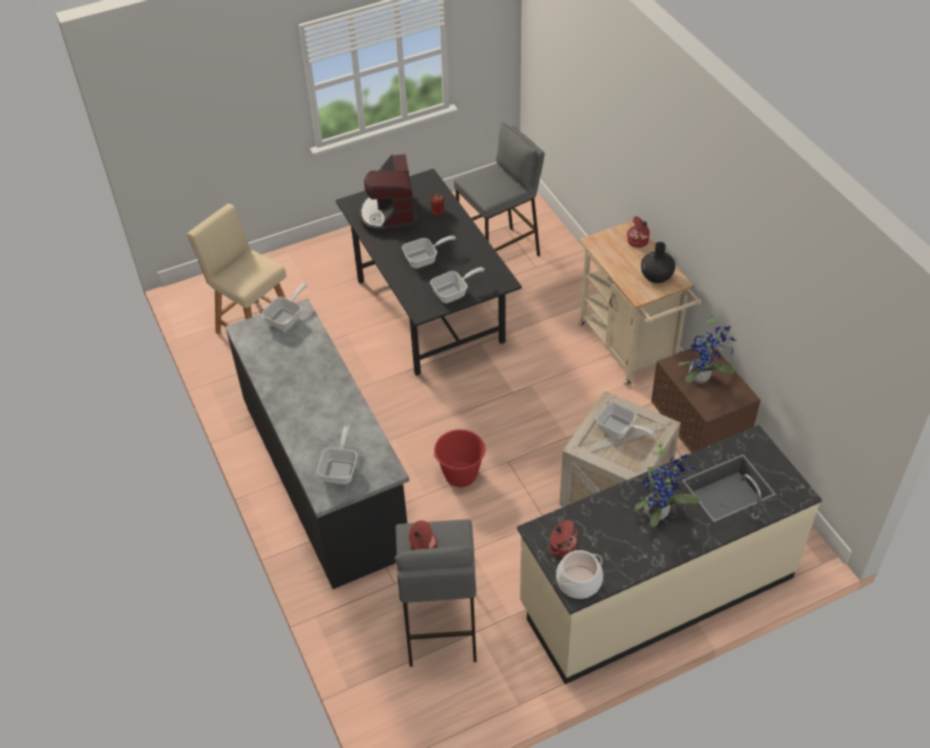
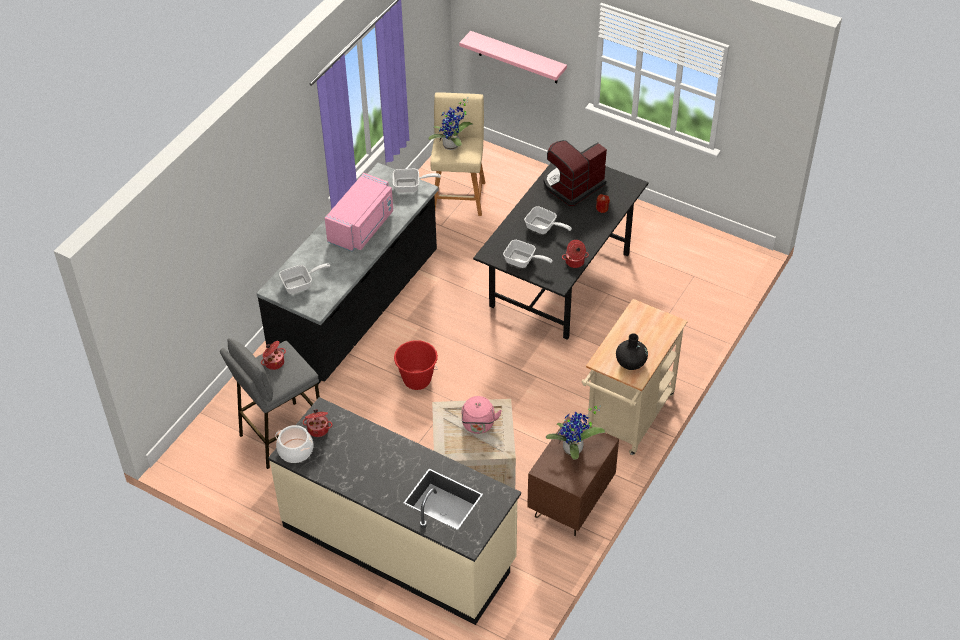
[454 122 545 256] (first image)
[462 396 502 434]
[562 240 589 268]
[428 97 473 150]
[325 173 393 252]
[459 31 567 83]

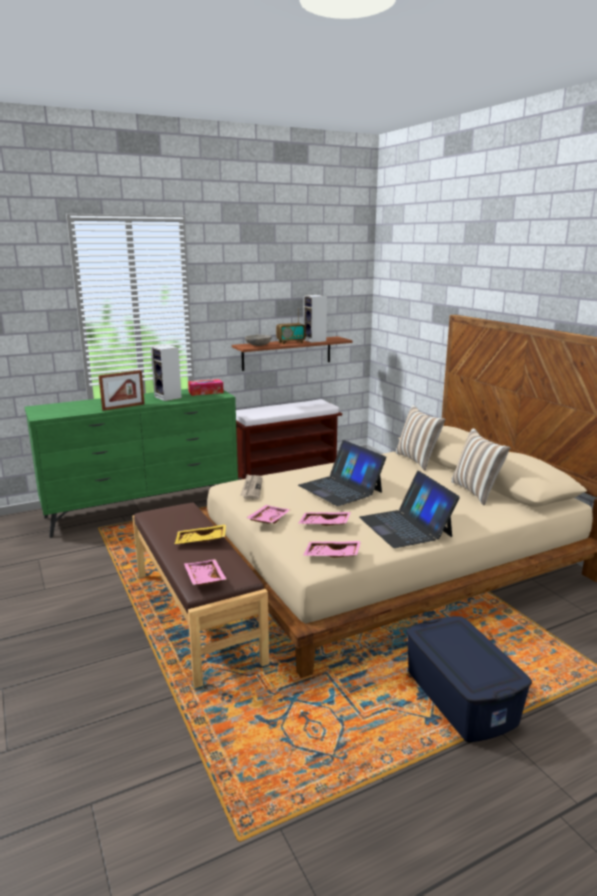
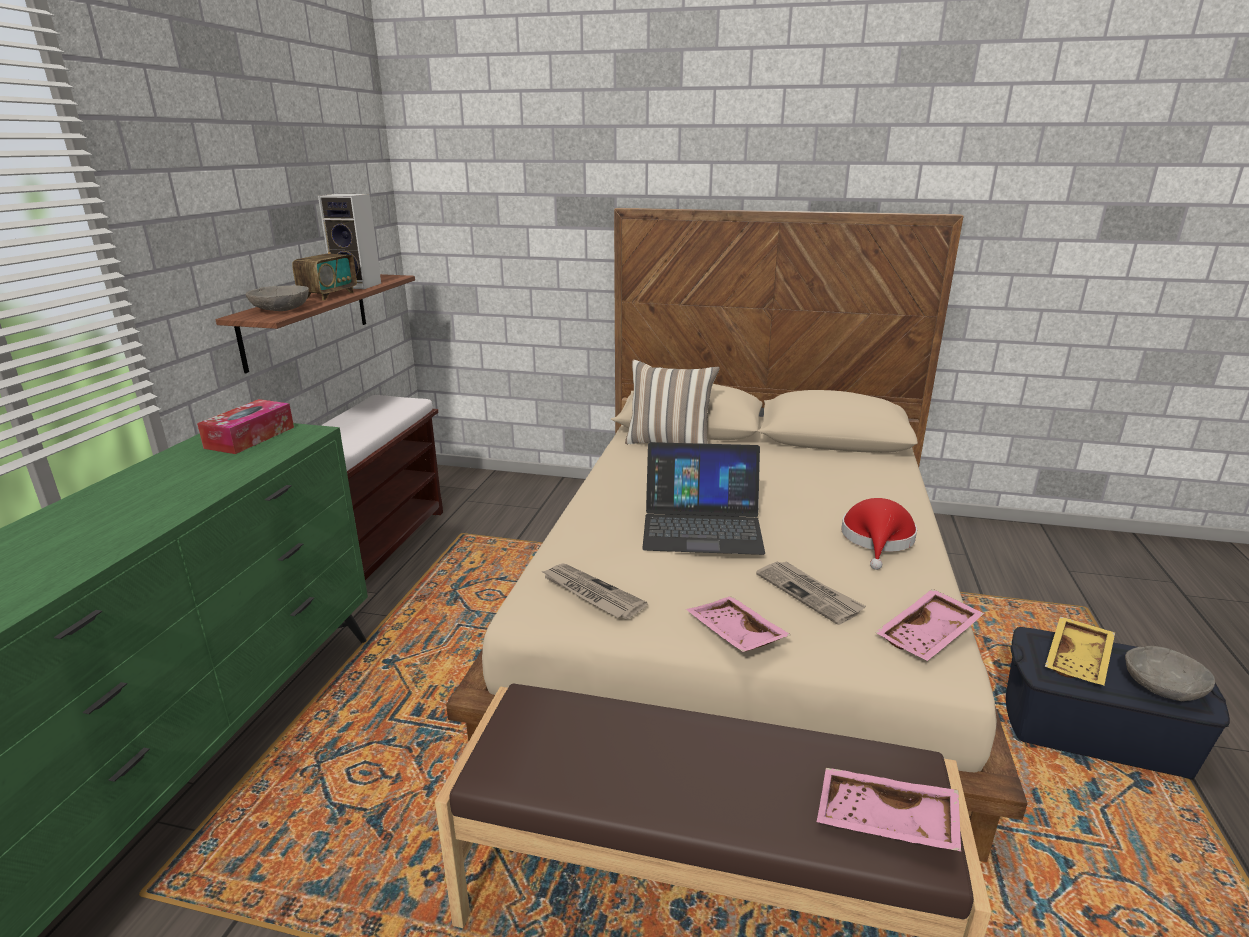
[99 370 145 411] (first image)
[151 345 182 401] (first image)
[1045 616 1115 685]
[756 561 866 625]
[841 498 917 570]
[451 428 510 505] (first image)
[1125 646 1215 701]

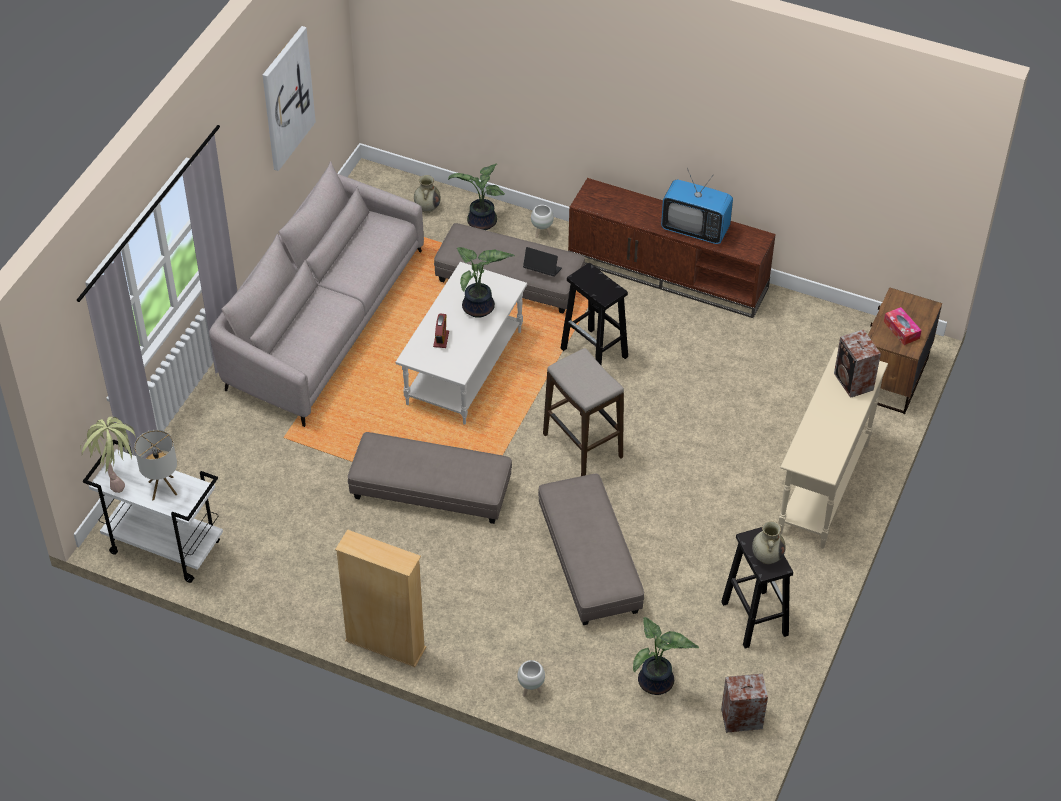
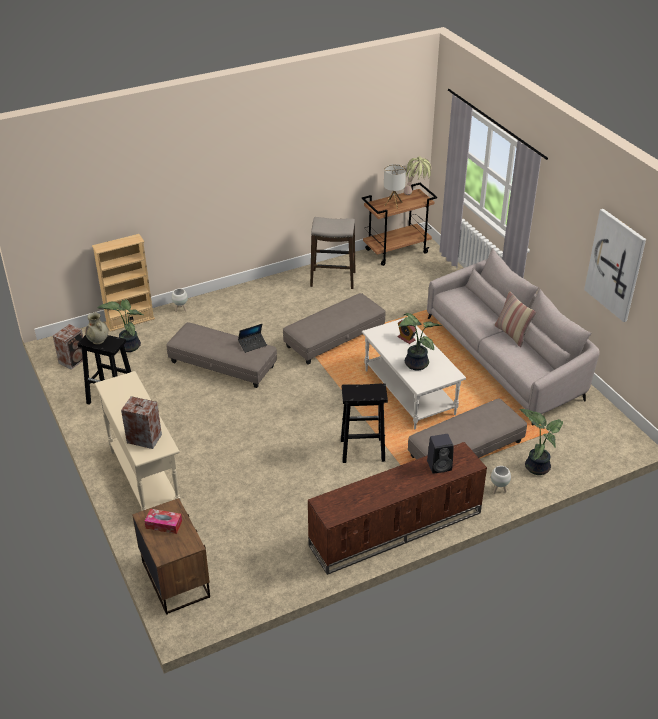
[362 183 437 266]
[92 234 155 332]
[414 175 441 213] (first image)
[238 324 267 353]
[310 217 356 289]
[661 168 733 244] (first image)
[427 434 454 474]
[494 291 536 347]

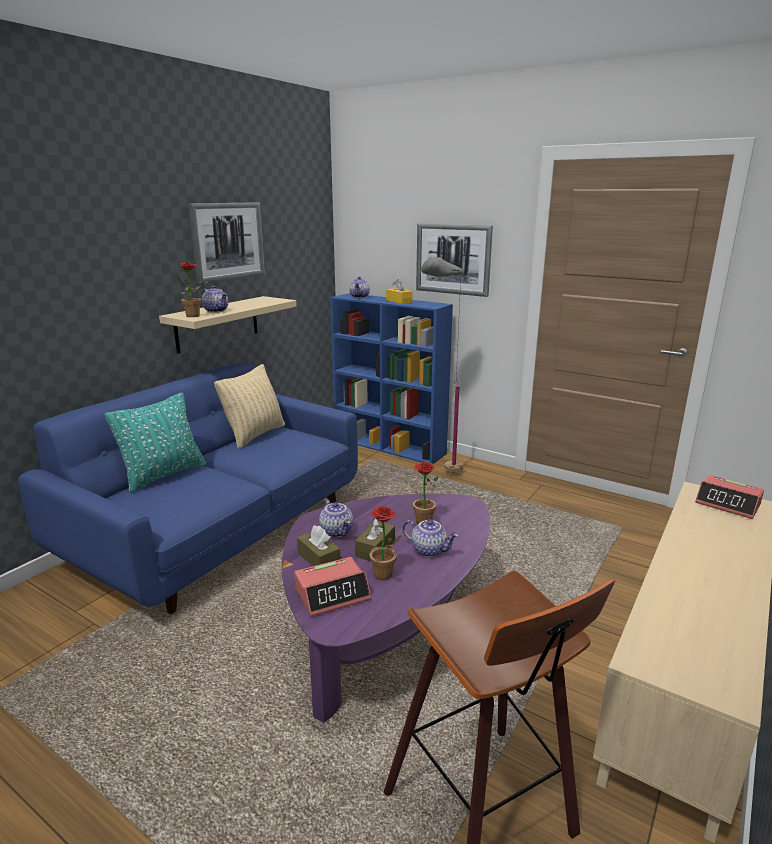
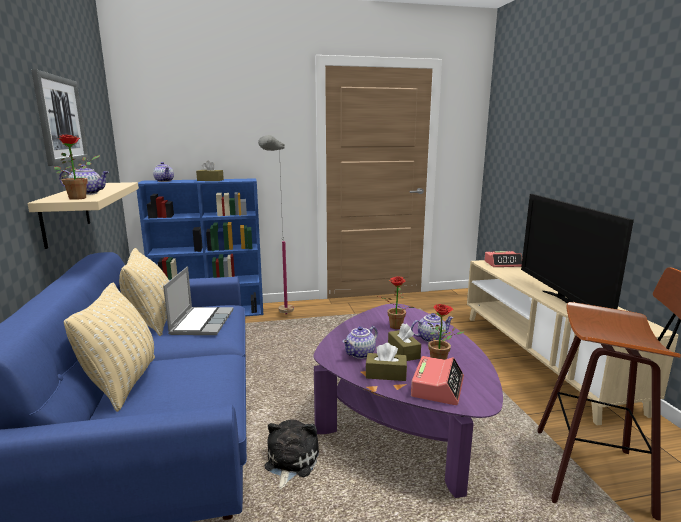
[64 282 155 412]
[342 326 378 359]
[196 160 224 181]
[416 223 493 297] (first image)
[163 266 234 335]
[264 420 319 489]
[521 194 634 309]

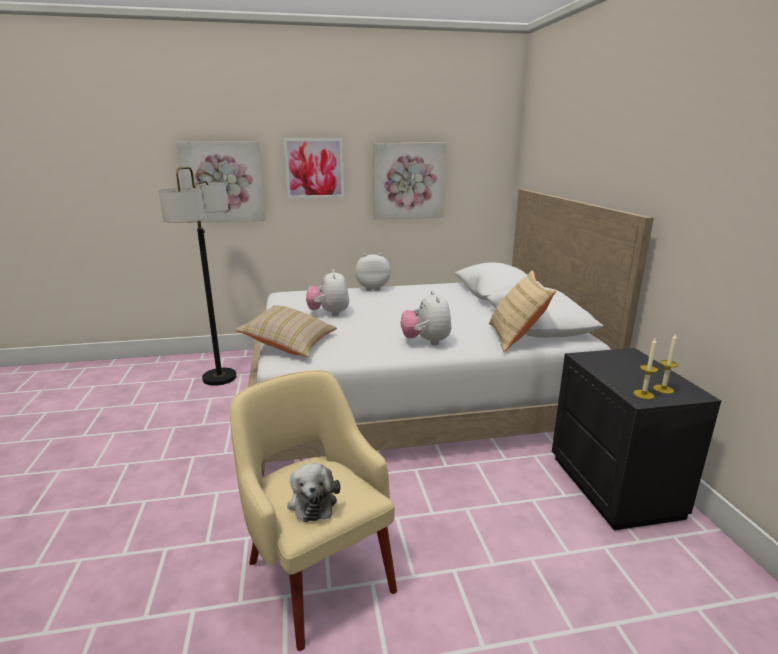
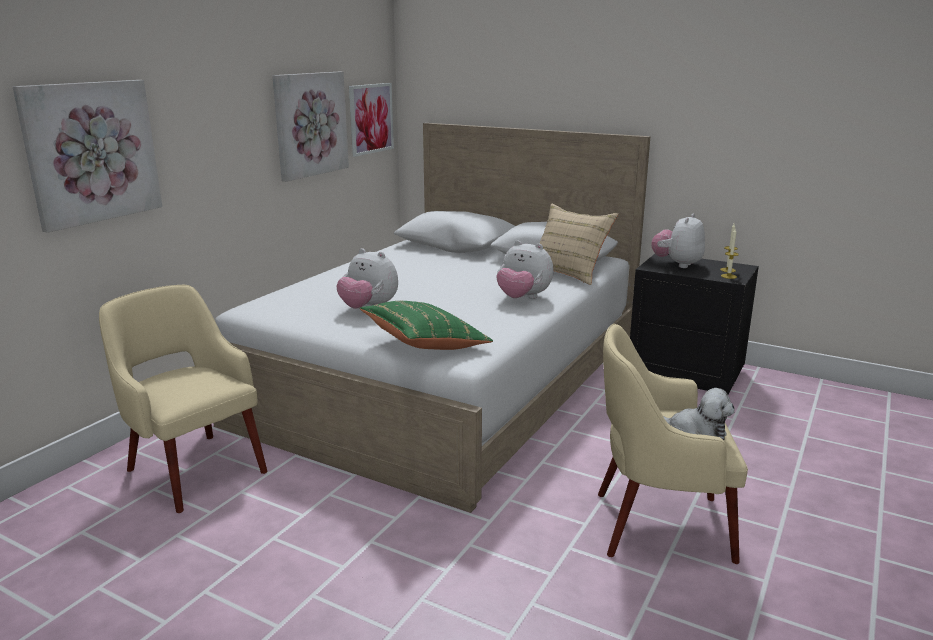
[99 285 267 513]
[360 301 493 350]
[349 83 394 157]
[651 213 705 268]

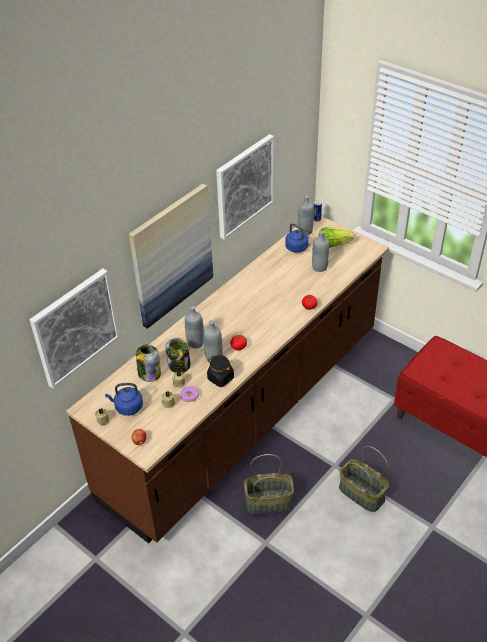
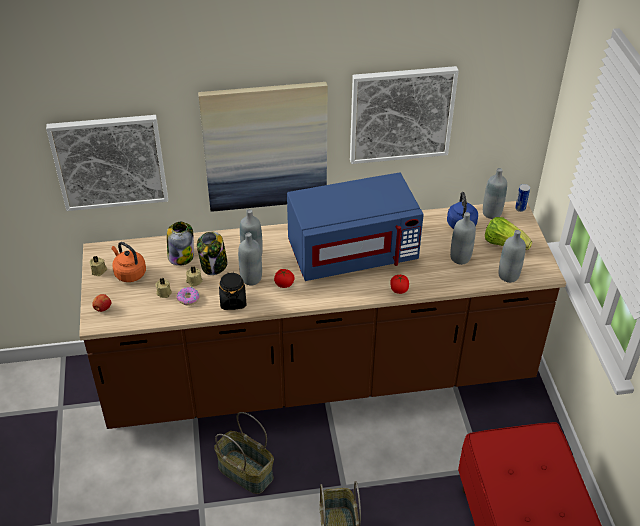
[112 242 146 282]
[287 172 424 281]
[499 230 526 283]

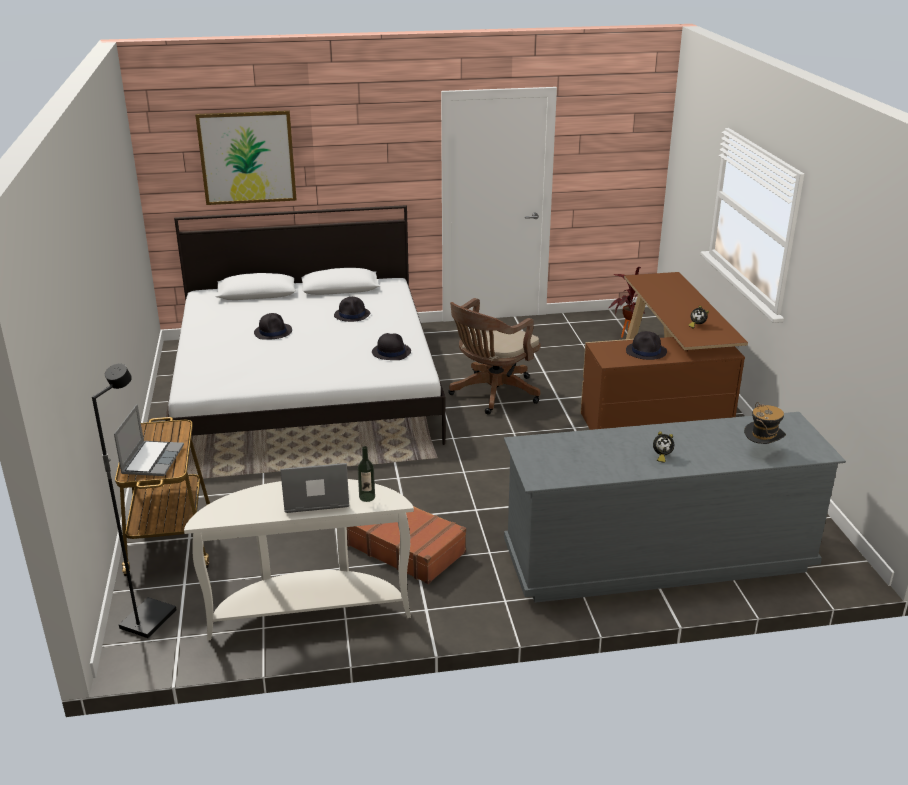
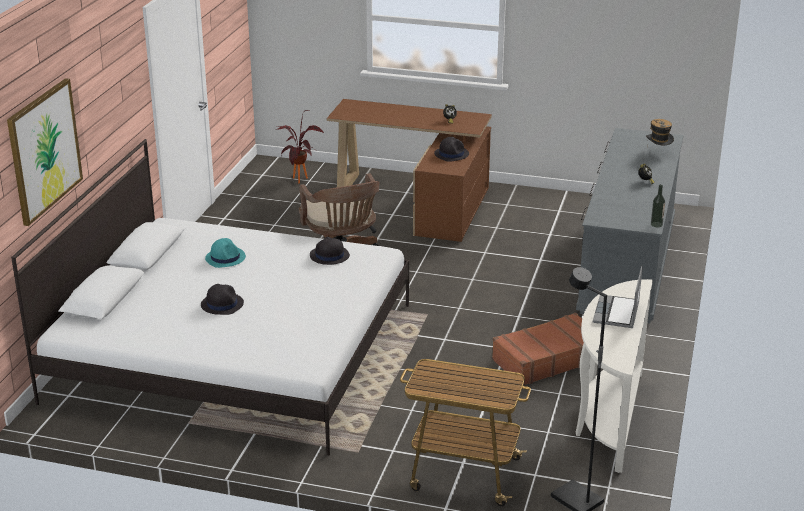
[114 404 184 476] (first image)
[205 238 246 268]
[651 184 665 227]

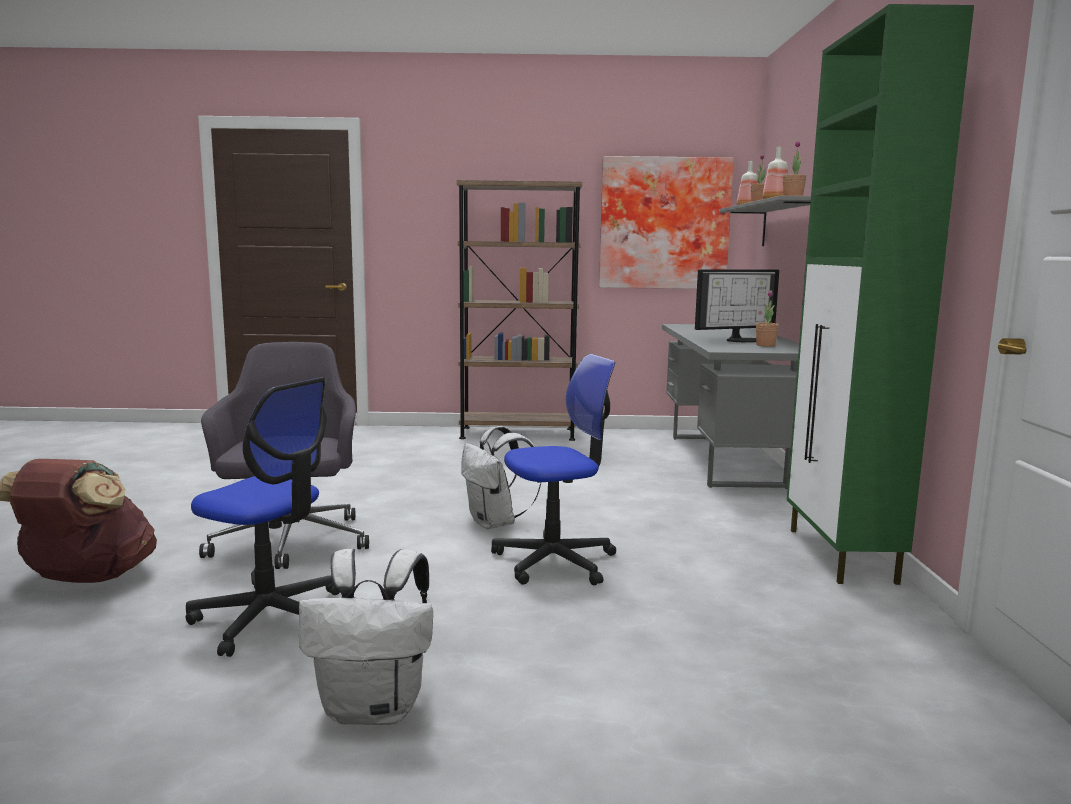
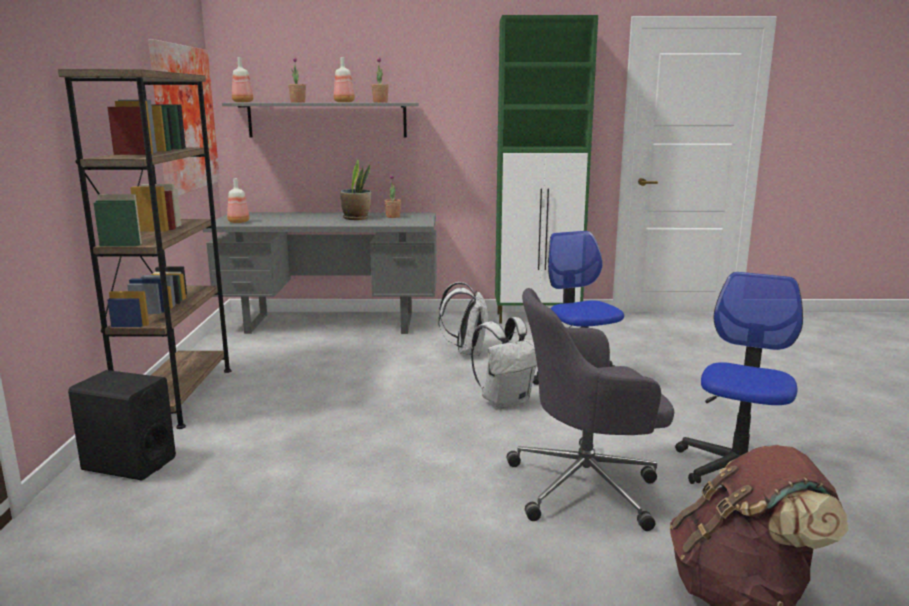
[438 282 489 356]
[340 160 371 220]
[68 370 176 481]
[227 178 249 223]

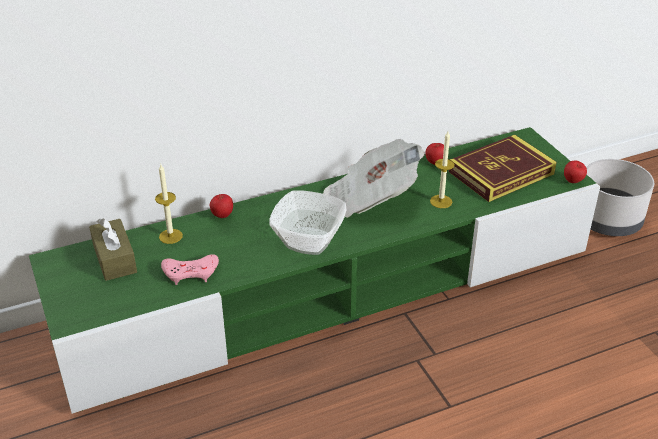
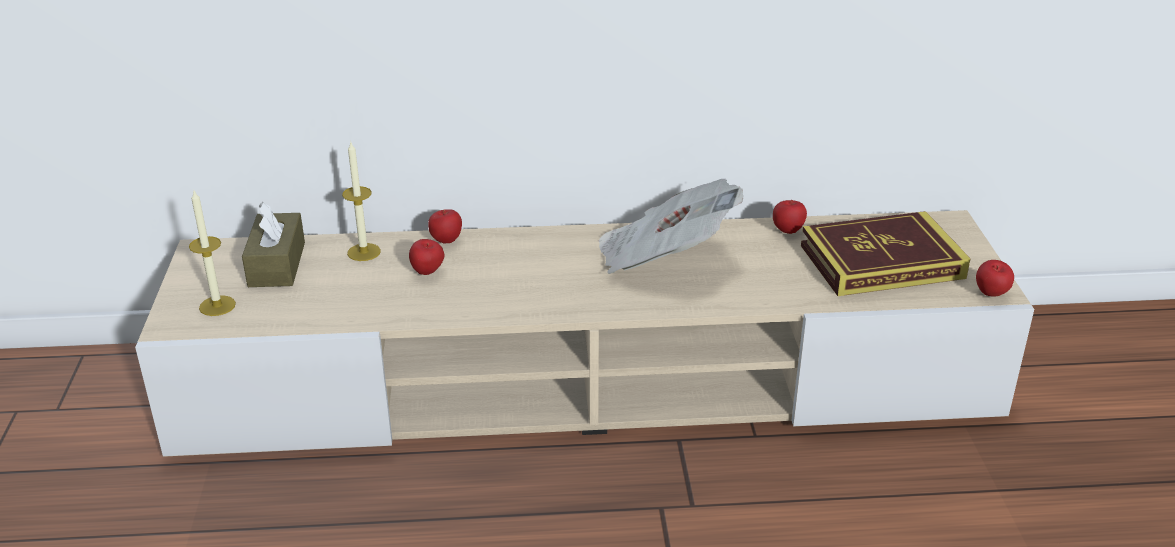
[135 210 1034 457]
[161 254 219 285] (first image)
[269 190 346 255] (first image)
[189 191 236 316]
[586 159 654 236] (first image)
[409 239 444 275]

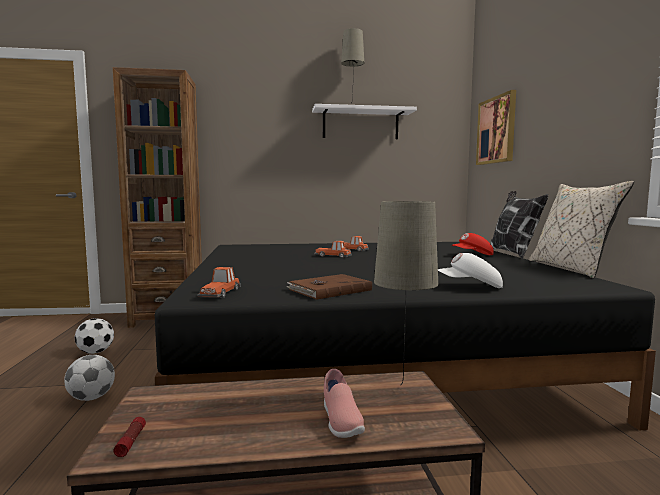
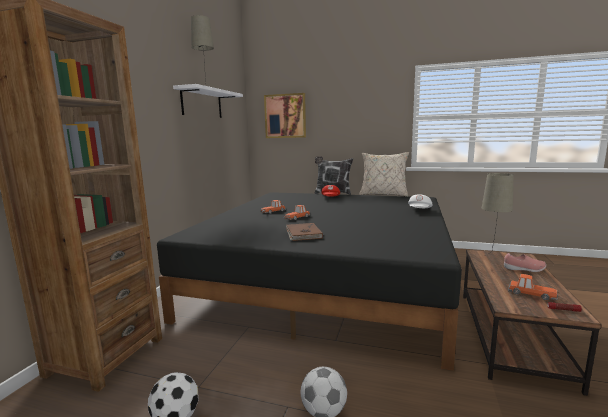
[508 274 558 300]
[286 223 323 241]

